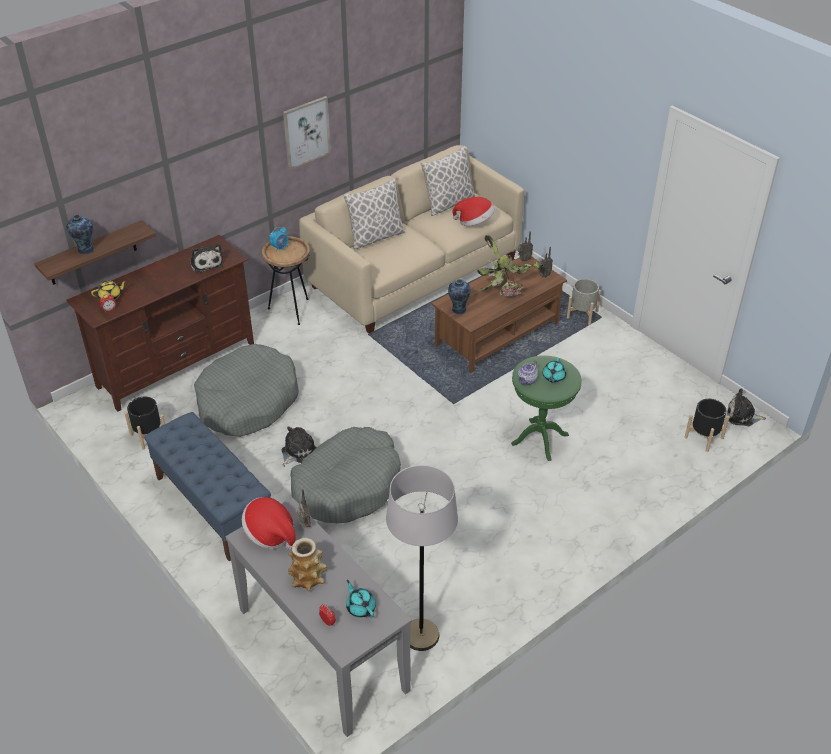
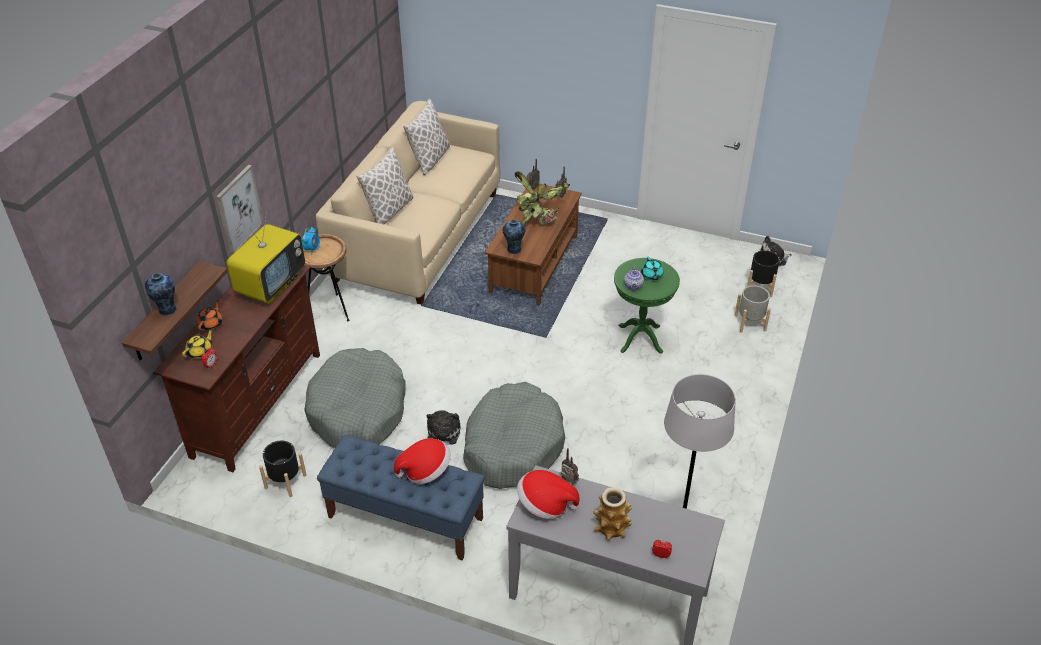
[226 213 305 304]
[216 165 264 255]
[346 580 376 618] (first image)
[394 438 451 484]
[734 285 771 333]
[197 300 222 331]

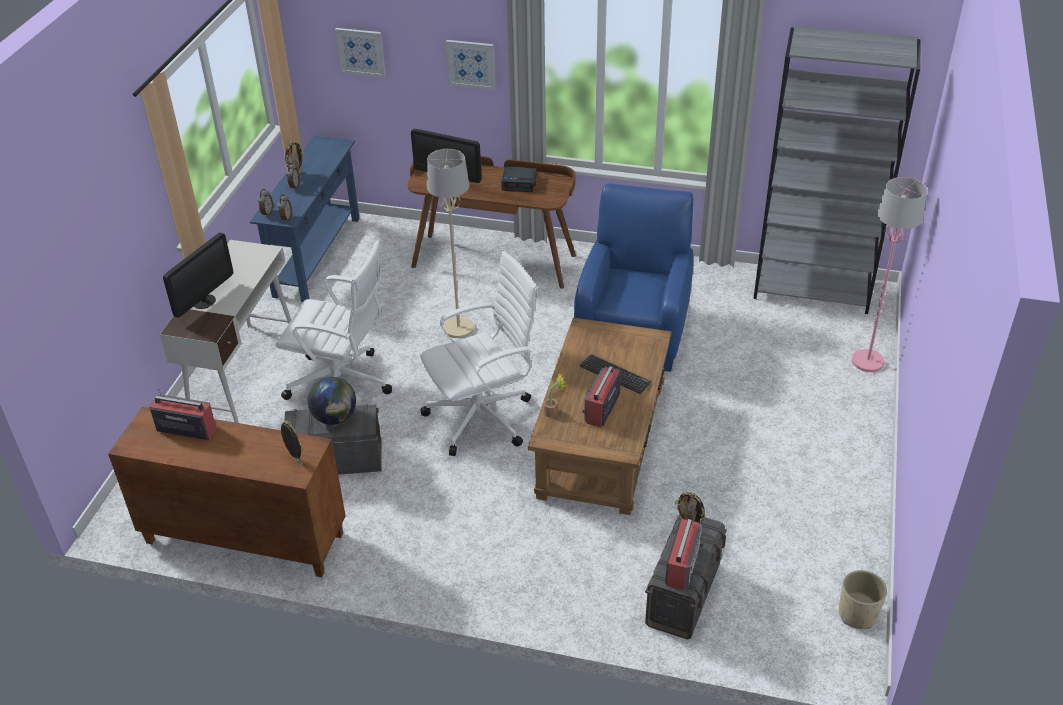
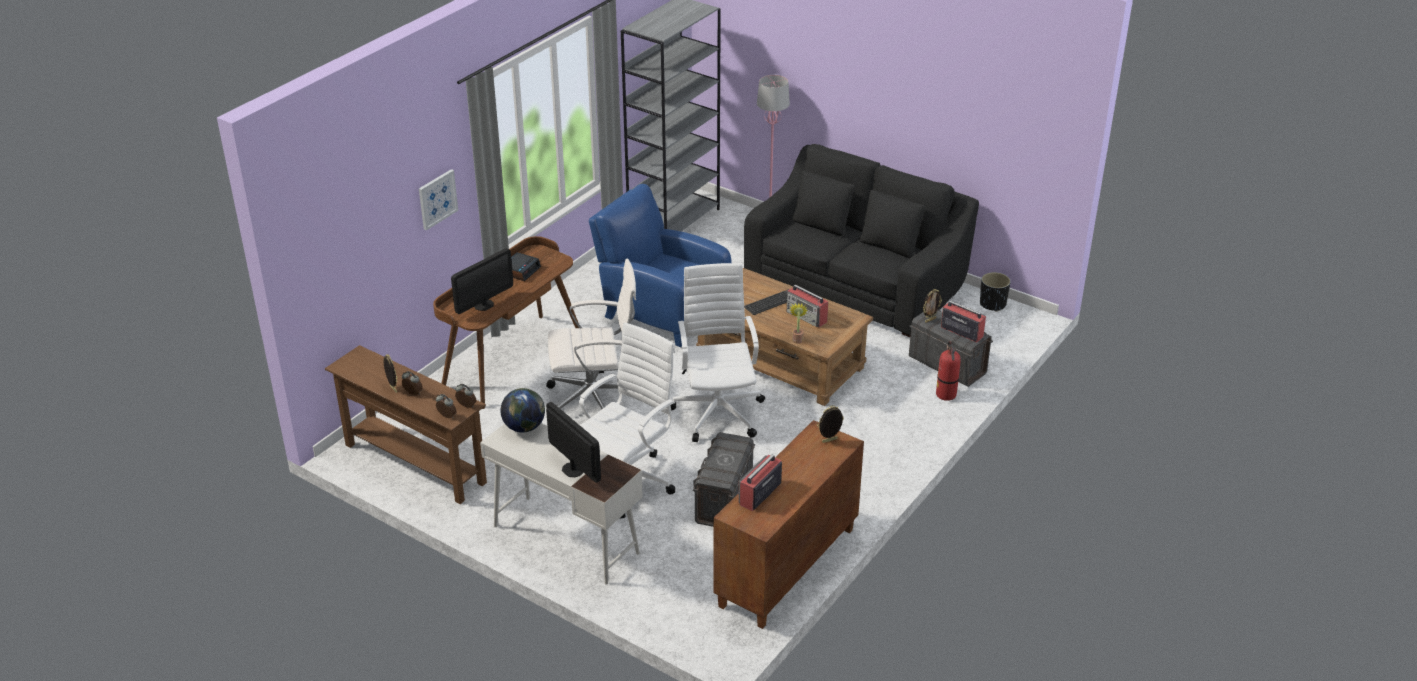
[325 345 487 504]
[500 388 545 433]
[335 28 386 77] (first image)
[546 259 636 409]
[980 272 1011 312]
[744 144 979 337]
[936 341 961 401]

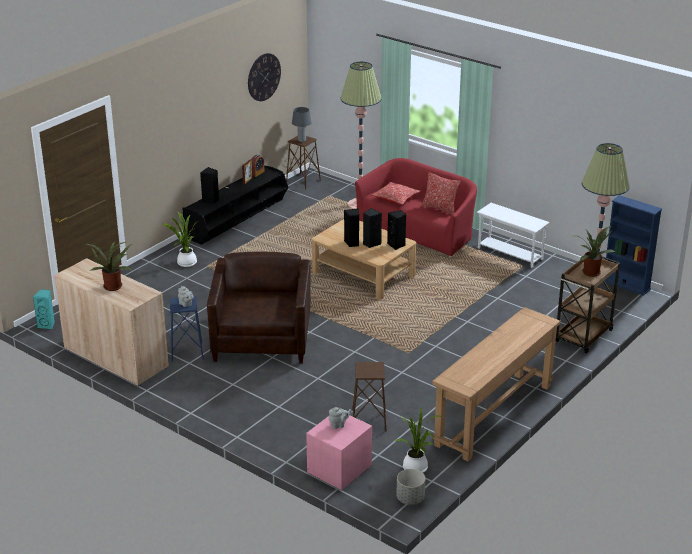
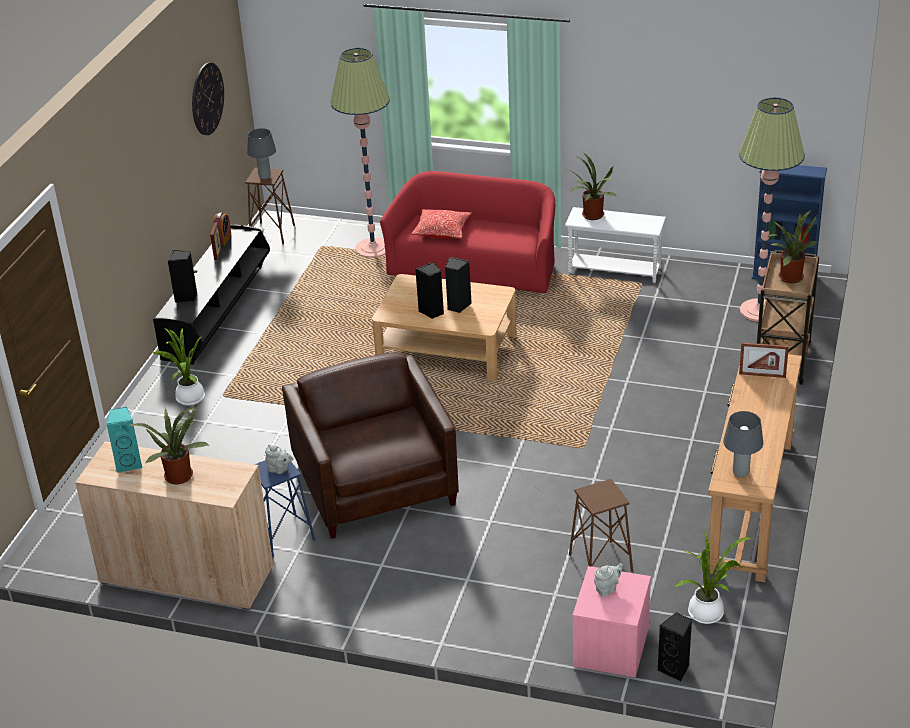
[106 407 143 473]
[657 612 692 682]
[396 469 425 505] (first image)
[422 172 461 215] (first image)
[568 153 616 220]
[723 411 763 477]
[739 342 789 378]

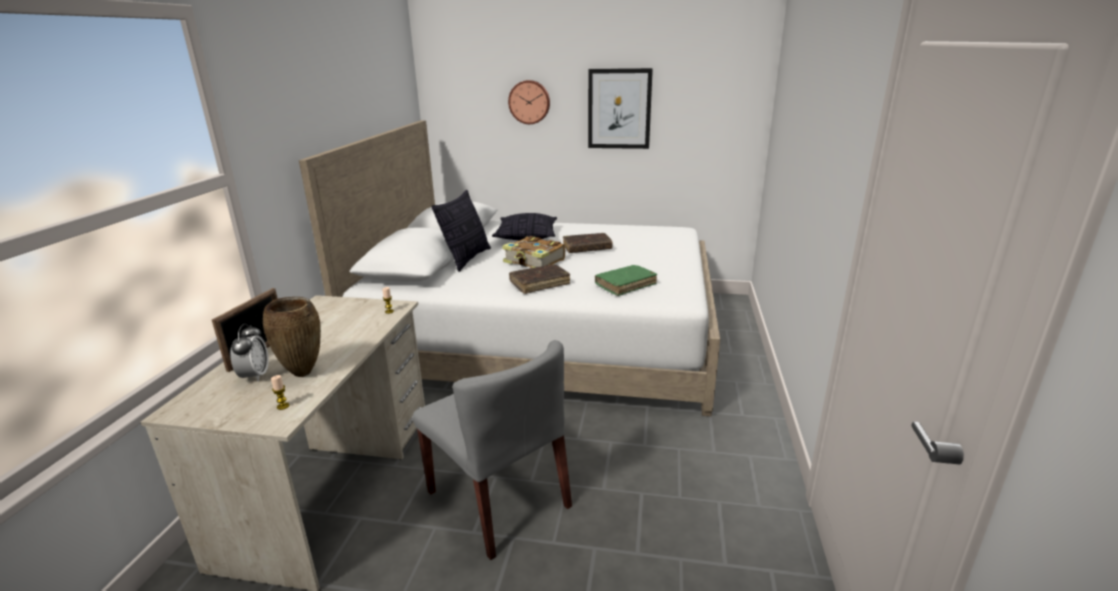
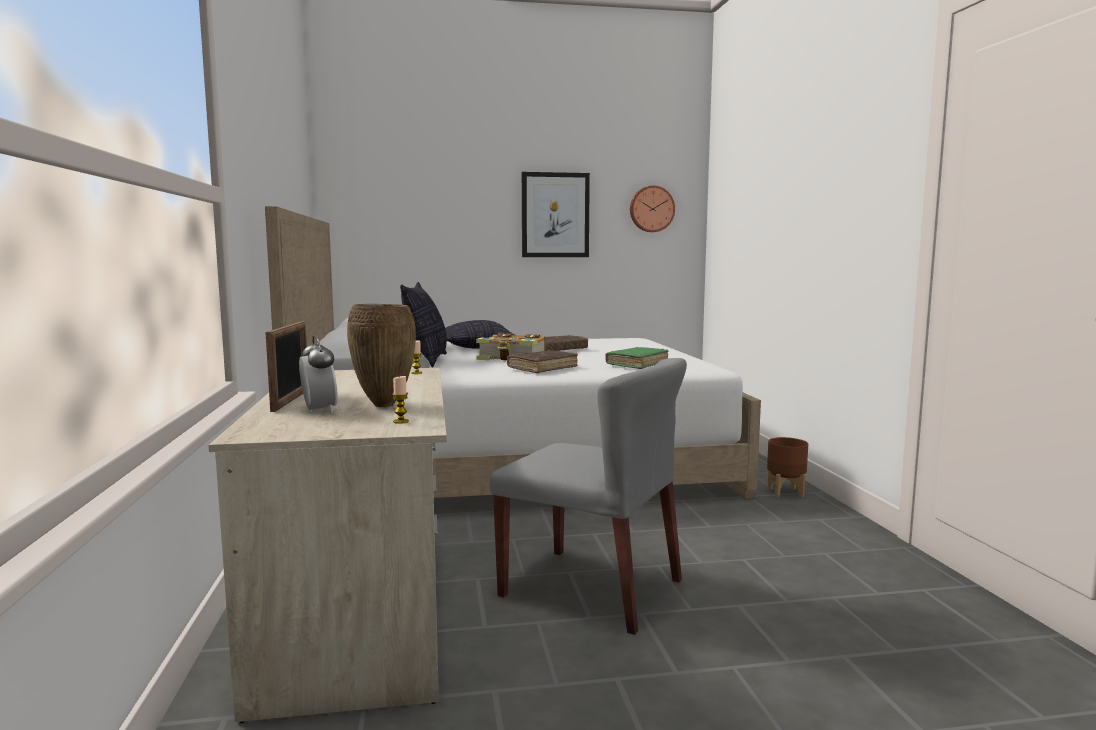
[630 185 675 232]
[767 437 808 497]

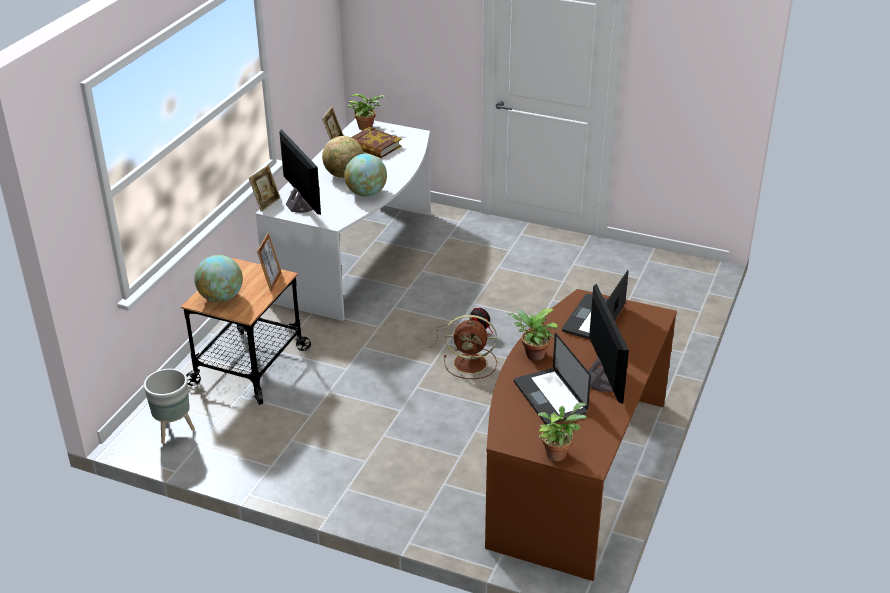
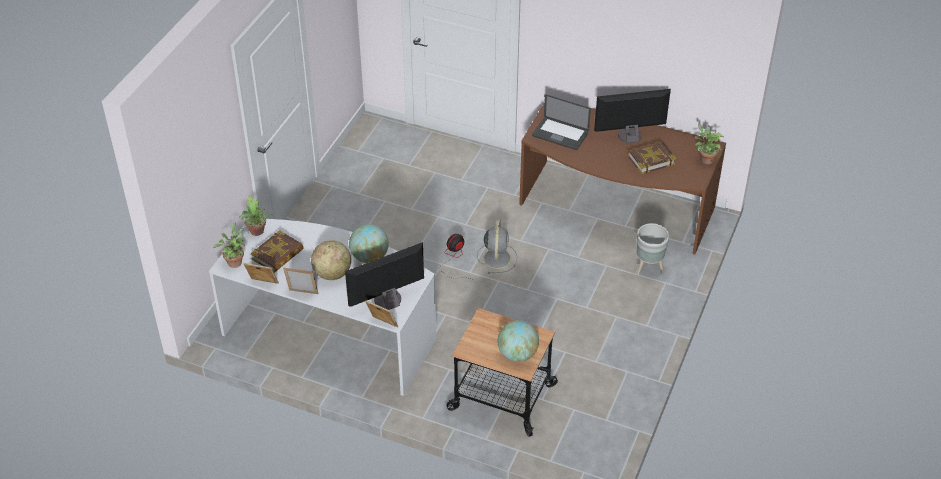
[637 223 669 275]
[283 268 318 294]
[477 219 517 274]
[239 195 272 236]
[628 141 676 174]

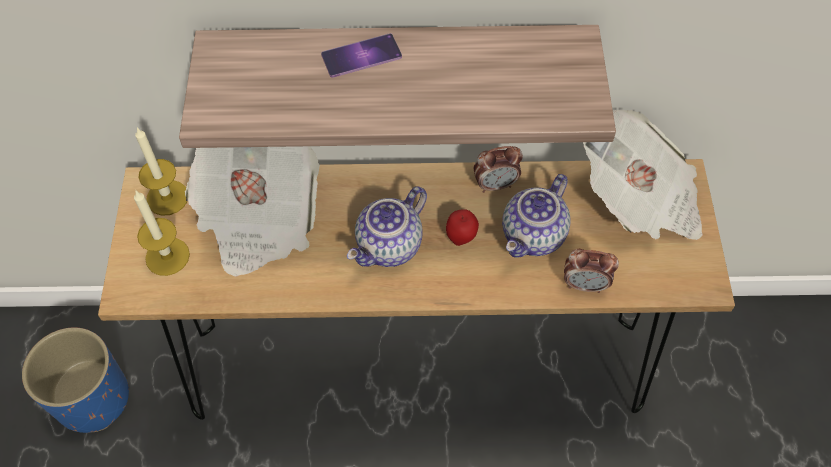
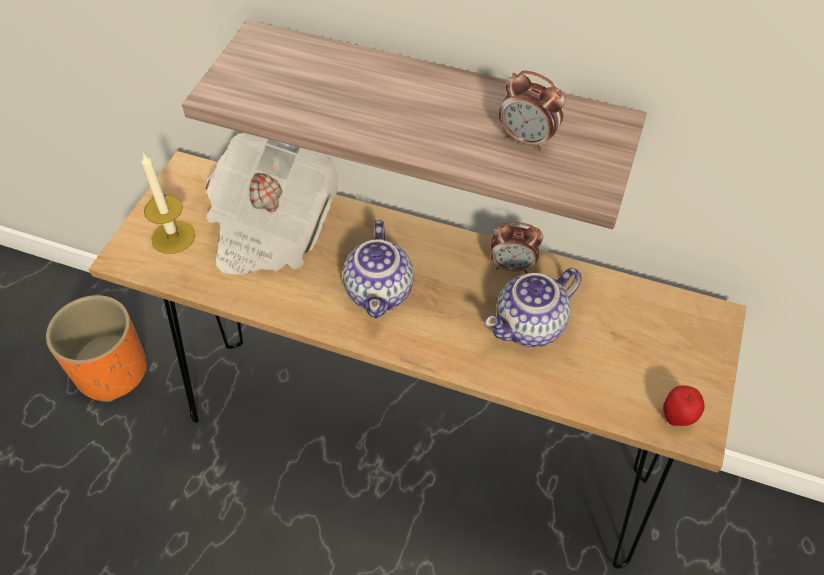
[46 295 147 402]
[135 127 187 216] (first image)
[321 33 402 78] (first image)
[343 220 414 318]
[663 386 705 426]
[499 71 565 151]
[583 110 703 240] (first image)

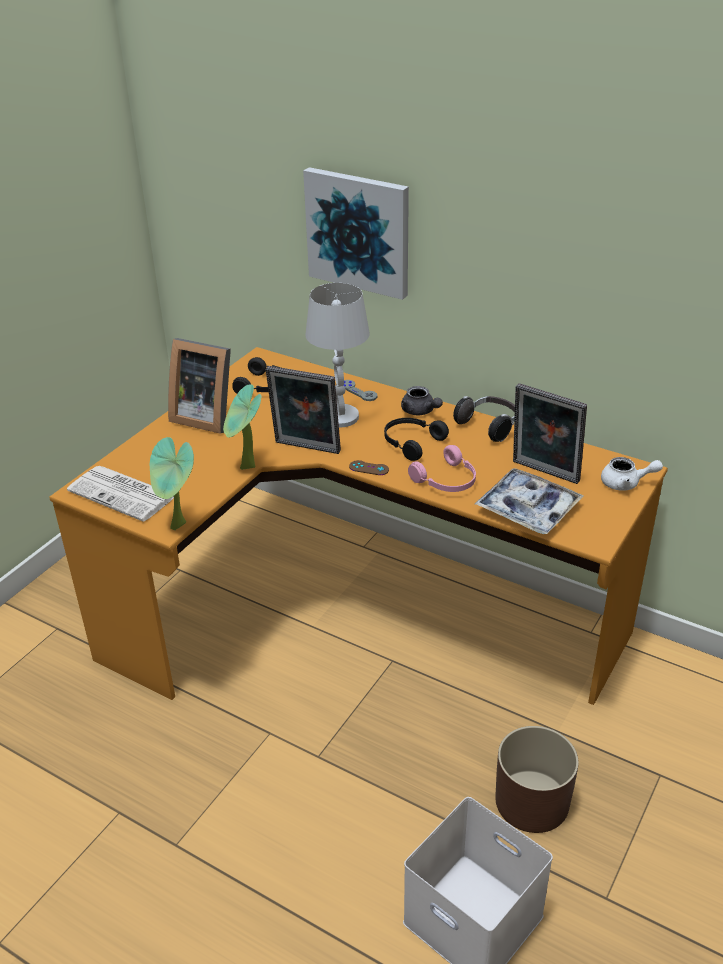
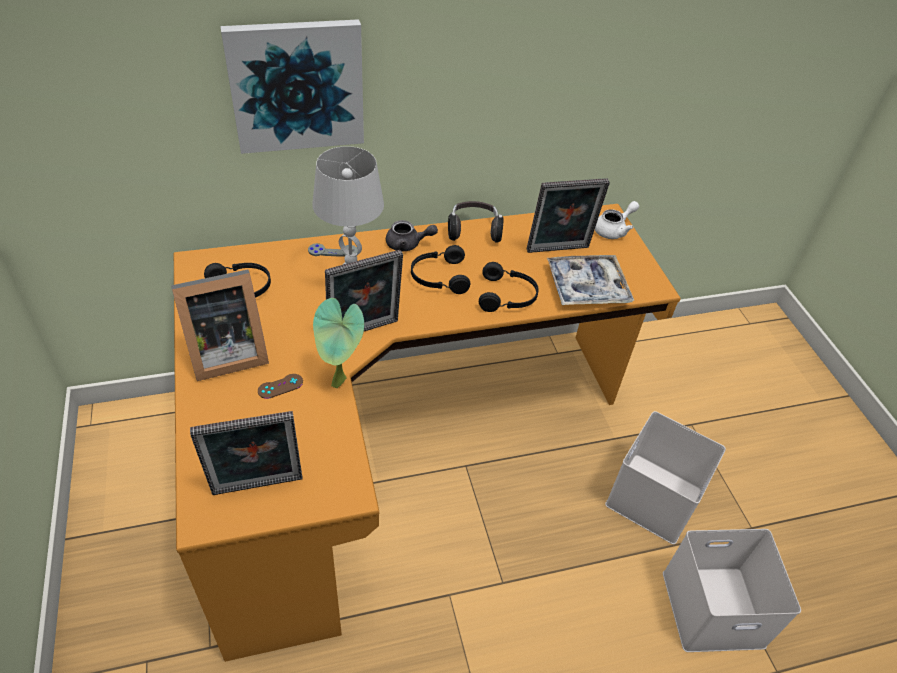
[190 411 302 495]
[150 437 194 530] (first image)
[258 374 303 399]
[479 262 539 312]
[605 411 726 544]

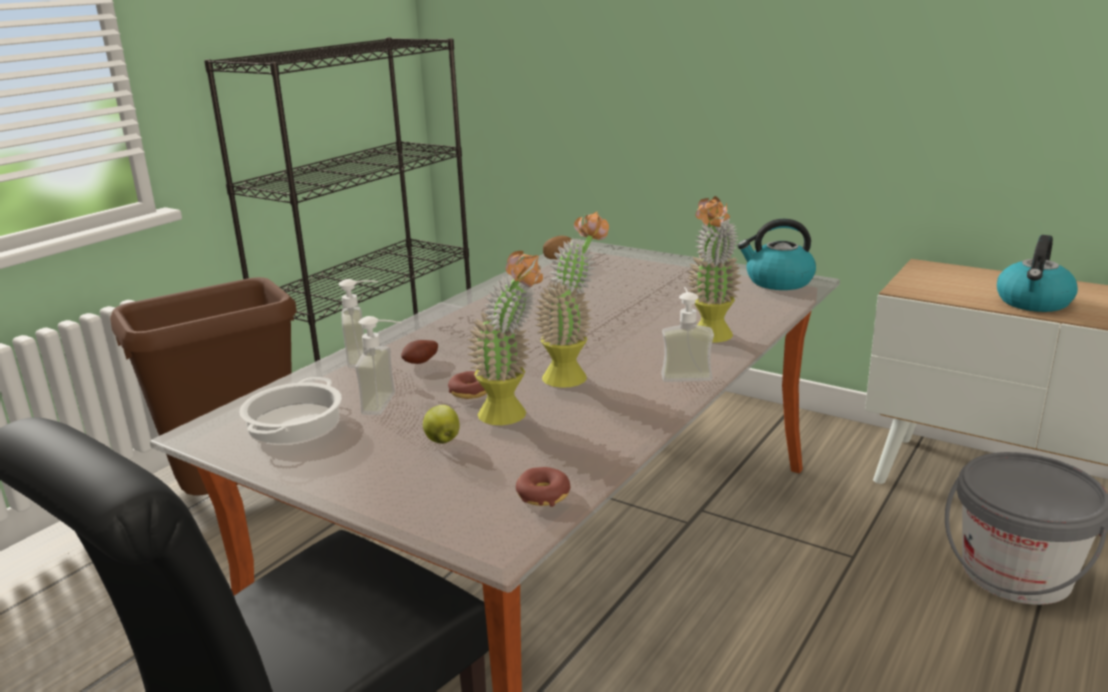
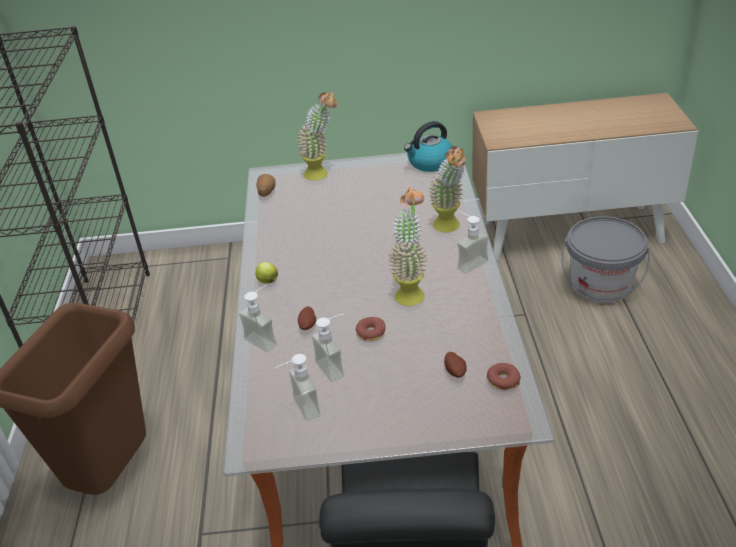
[275 354 320 421]
[256 262 278 284]
[297 92 337 181]
[997 235 1078 312] (first image)
[444 352 467 378]

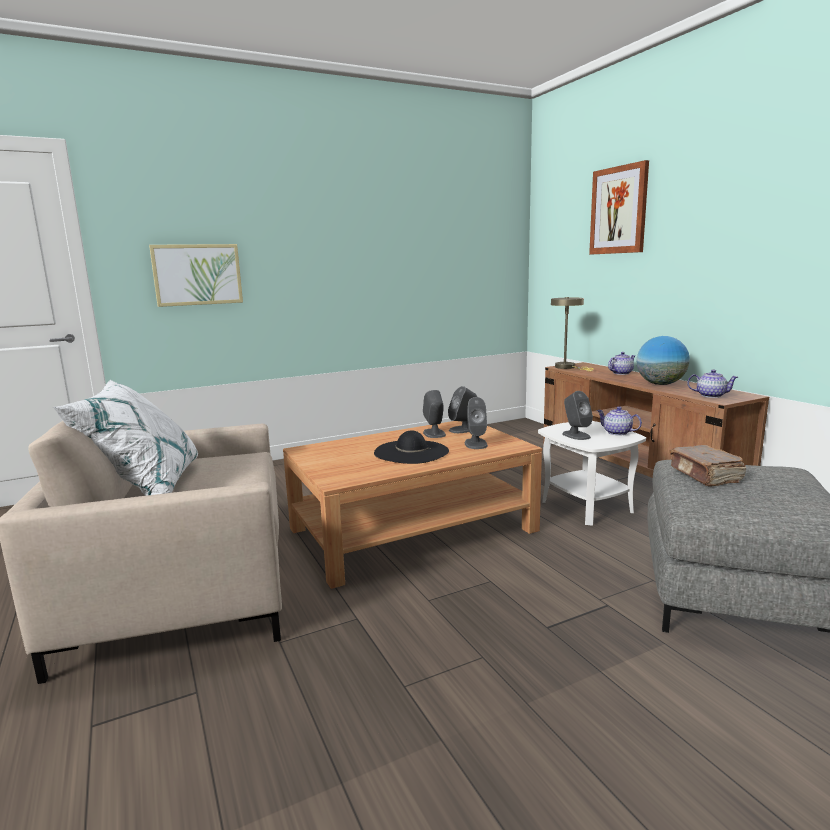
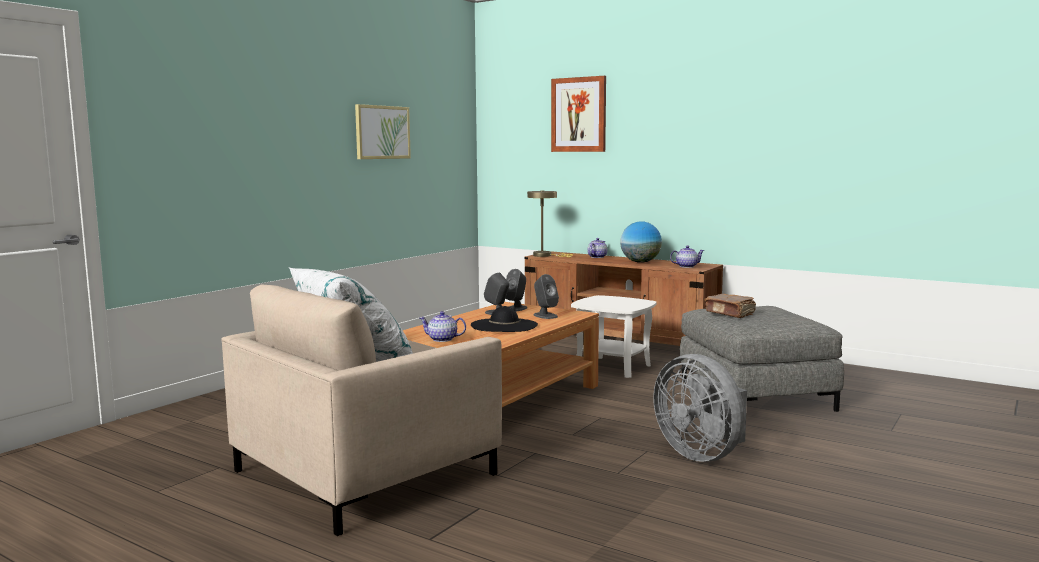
[355 104 411 159]
[562 391 593 440] (first image)
[419 311 466 342]
[653 354 747 462]

